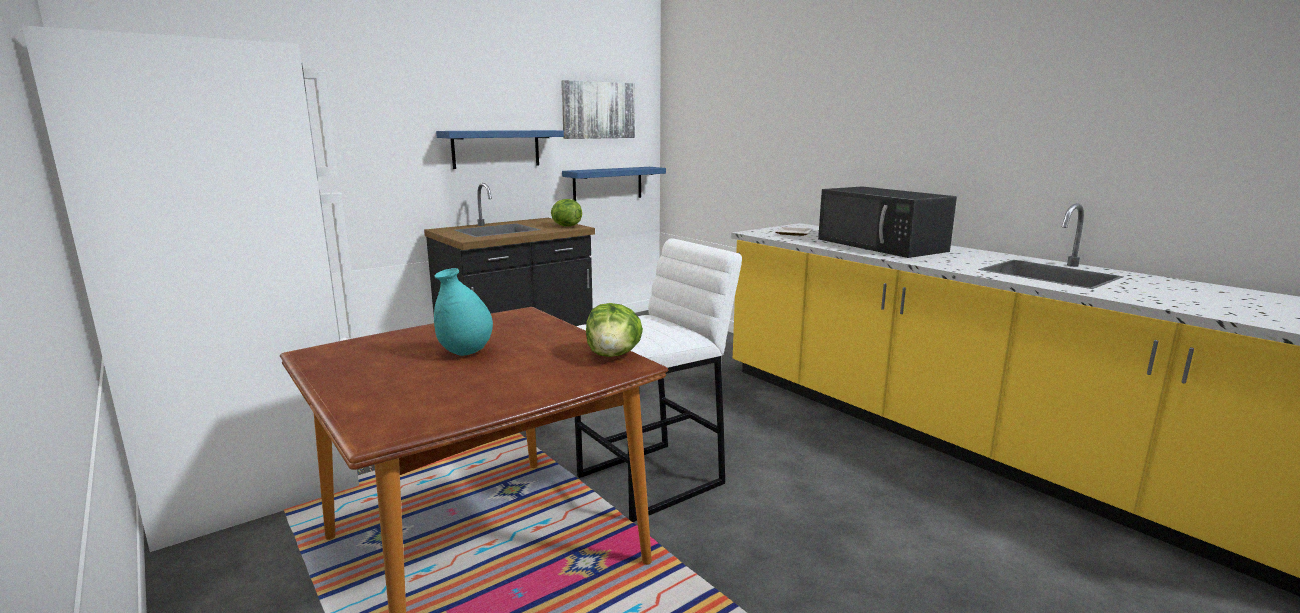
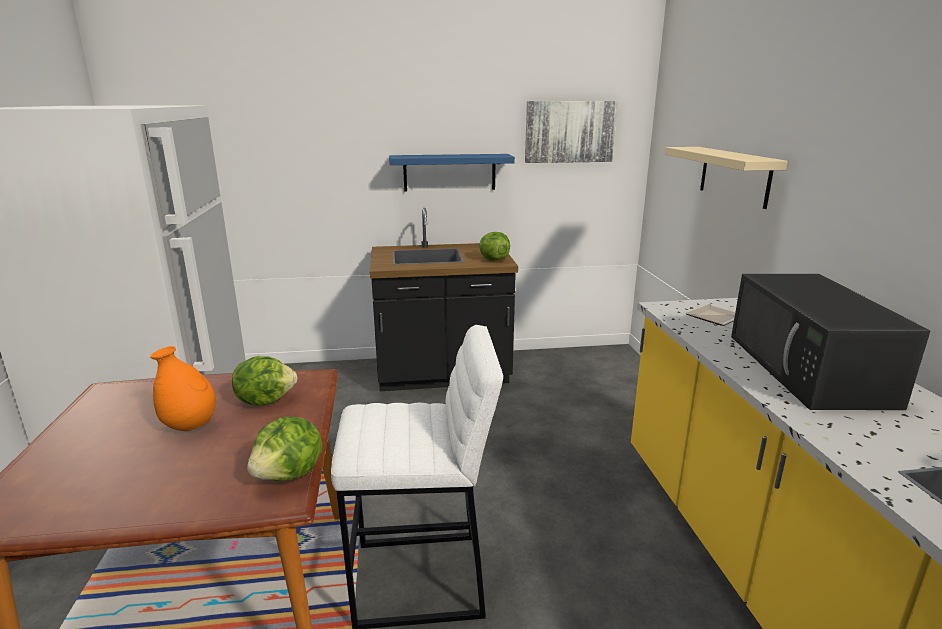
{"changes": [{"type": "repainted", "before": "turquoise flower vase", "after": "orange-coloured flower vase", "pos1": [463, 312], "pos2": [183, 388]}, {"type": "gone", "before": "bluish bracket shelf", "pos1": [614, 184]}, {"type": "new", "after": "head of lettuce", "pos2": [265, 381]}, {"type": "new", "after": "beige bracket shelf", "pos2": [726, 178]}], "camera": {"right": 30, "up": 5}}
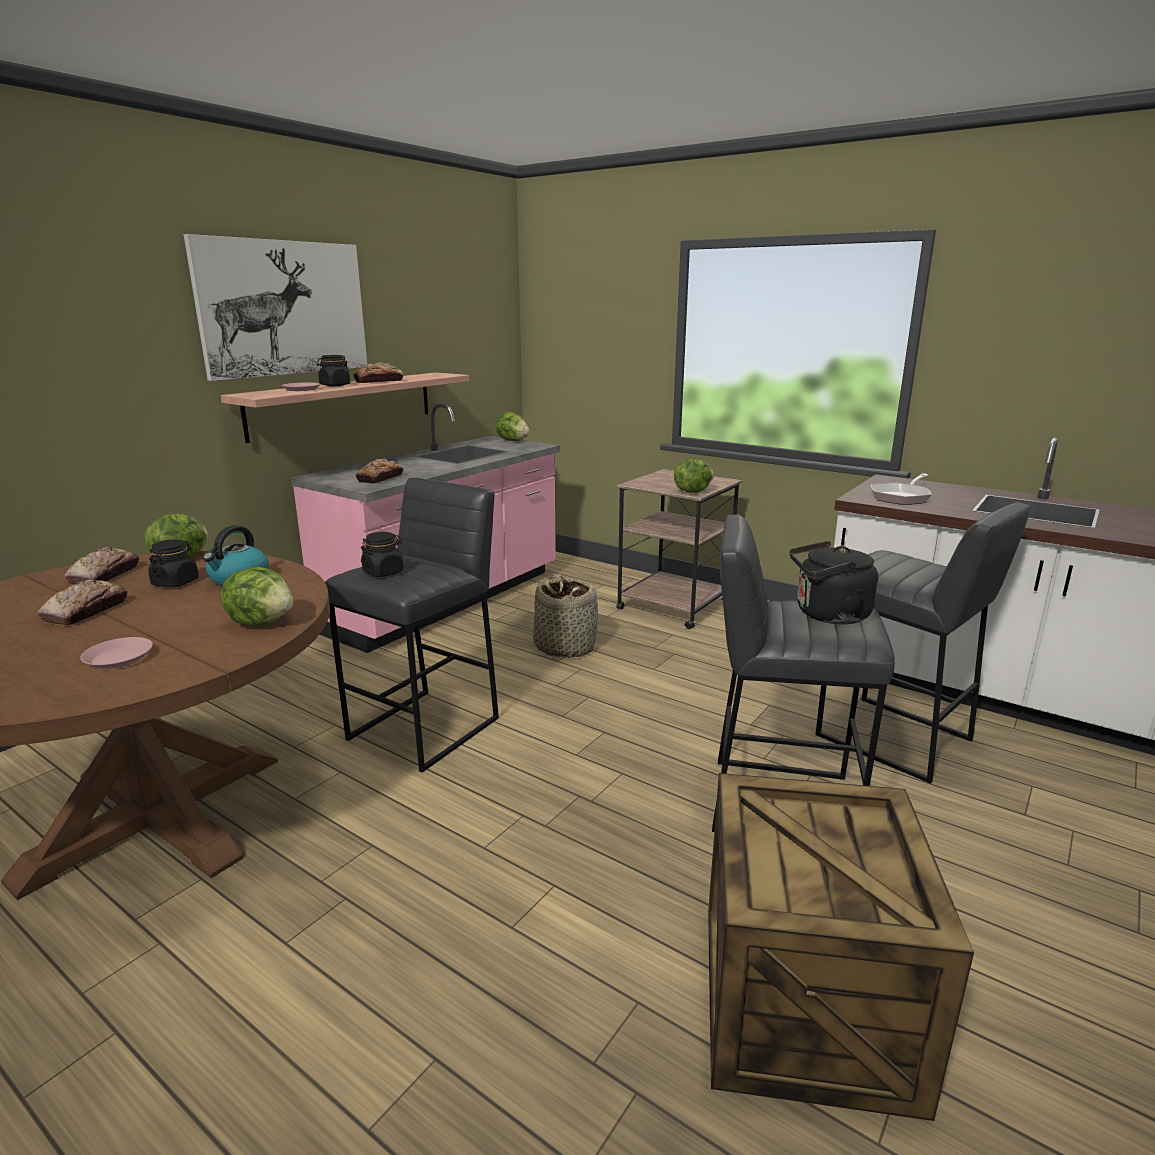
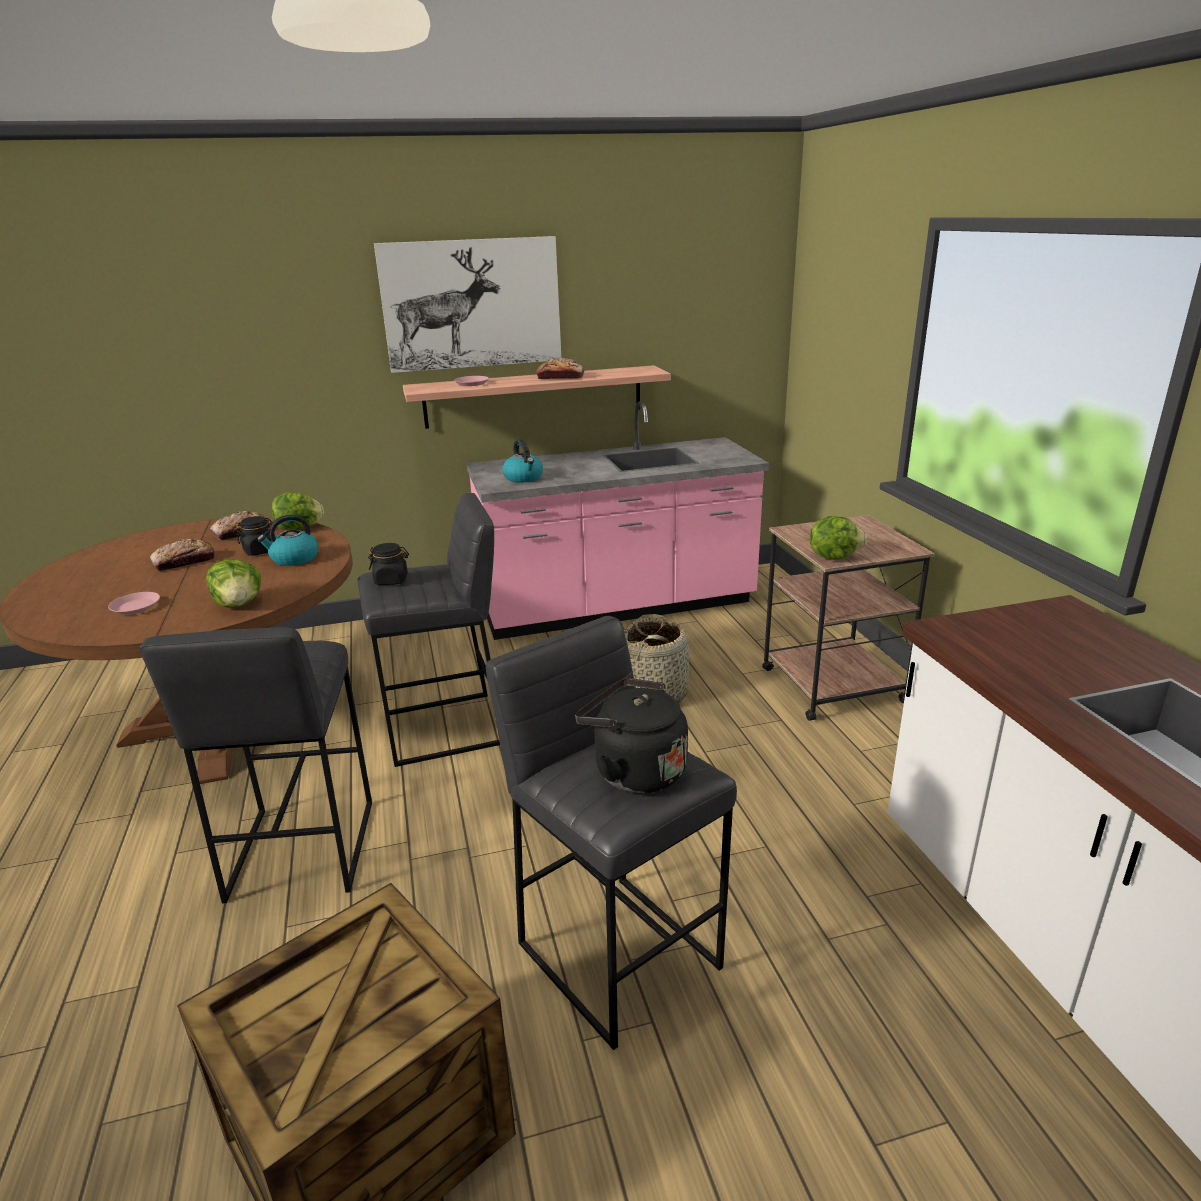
{"changes": [{"type": "gone", "before": "black storage jar", "pos1": [334, 370]}, {"type": "swapped", "before": "bread", "after": "water kettle", "pos1": [379, 471], "pos2": [522, 461]}, {"type": "gone", "before": "head of lettuce", "pos1": [513, 426]}, {"type": "shifted", "before": "grey sitting stool", "pos1": [923, 643], "pos2": [256, 765]}, {"type": "gone", "before": "pan", "pos1": [901, 489]}], "camera": {"right": 40, "up": 5}}
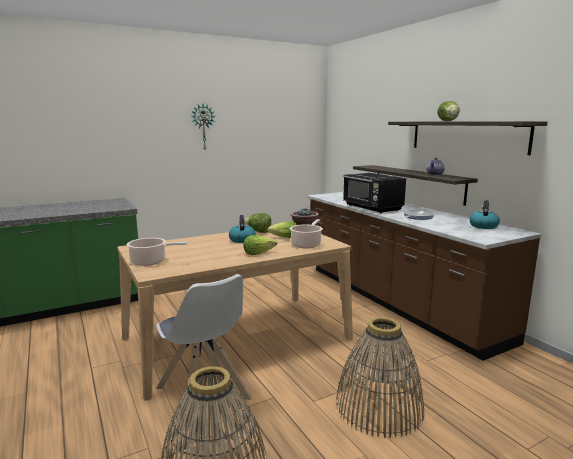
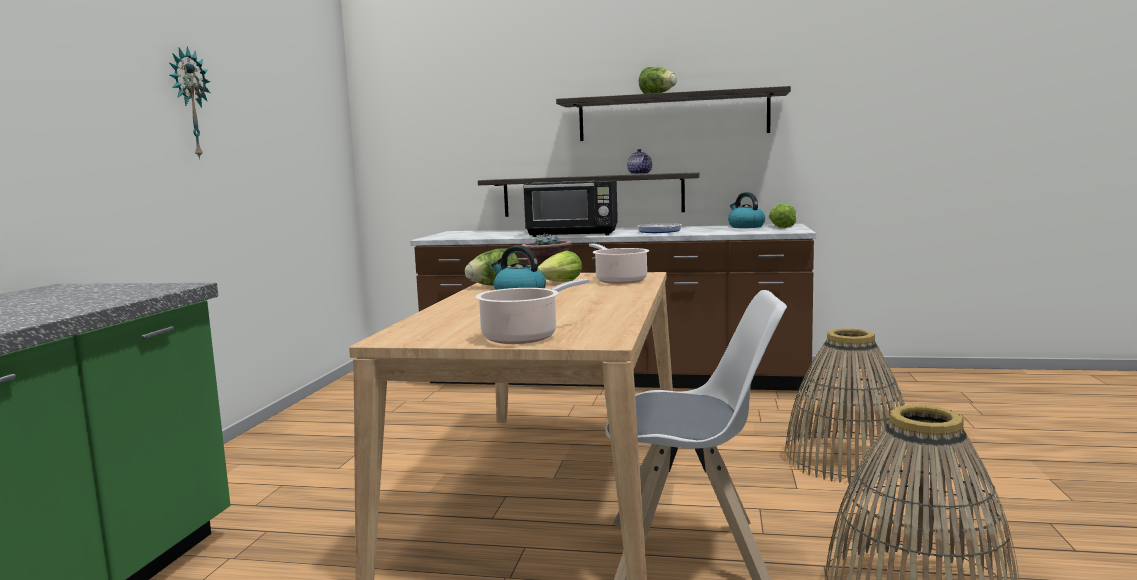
{"changes": [{"type": "shifted", "before": "head of lettuce", "pos1": [260, 245], "pos2": [782, 215]}], "camera": {"right": -50, "up": -5}}
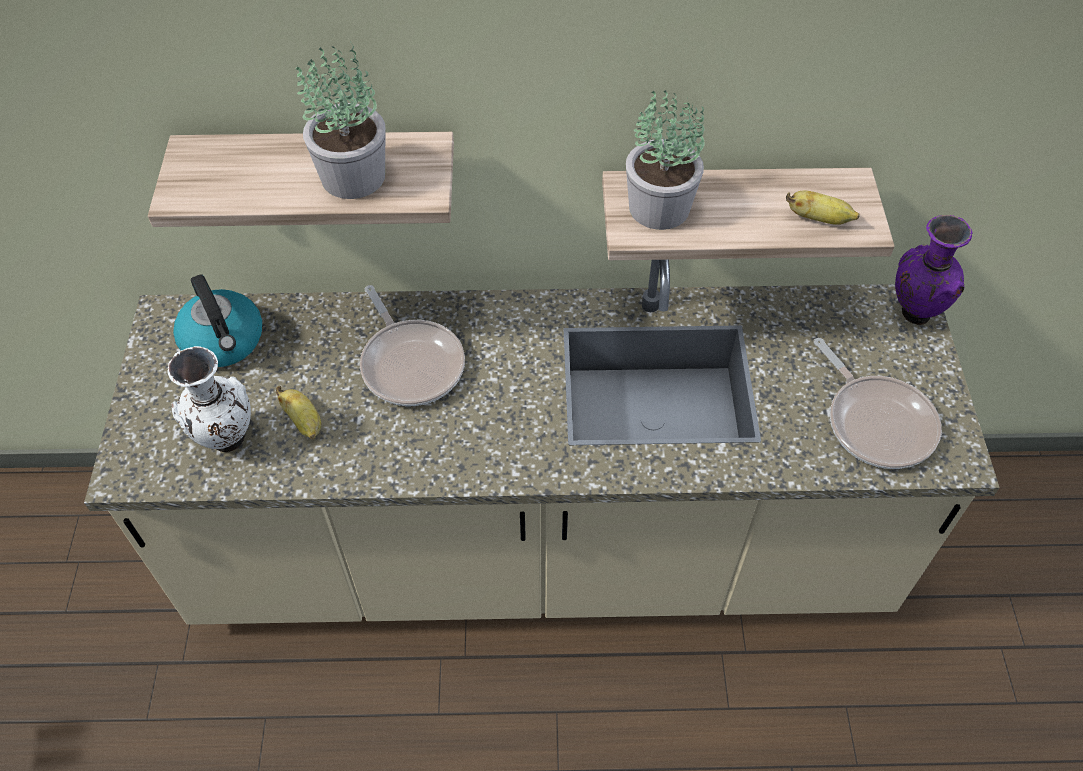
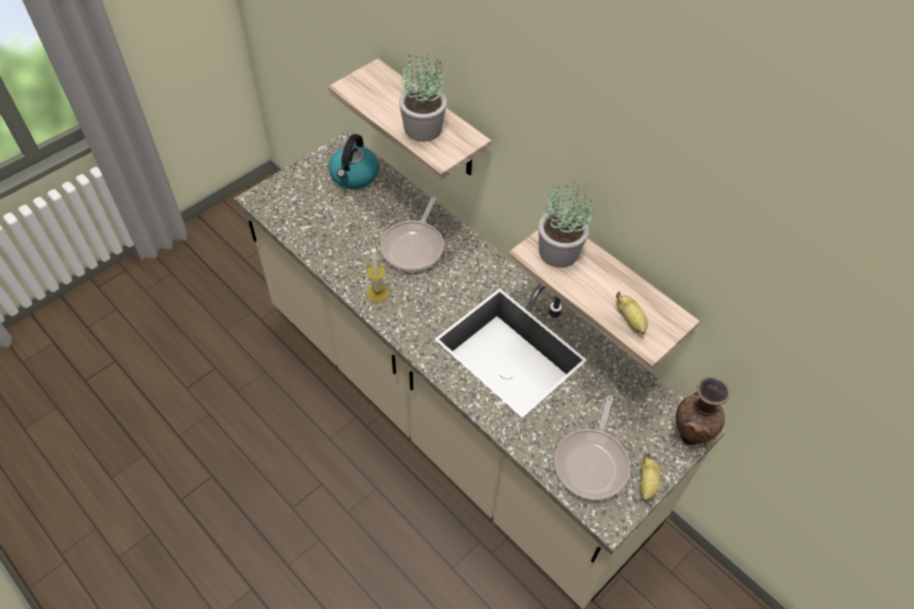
{"changes": [{"type": "gone", "before": "white flower vase", "pos1": [209, 399]}, {"type": "shifted", "before": "banana", "pos1": [298, 412], "pos2": [650, 477]}, {"type": "repainted", "before": "purplish flower vase", "after": "brown flower vase", "pos1": [934, 270], "pos2": [703, 411]}, {"type": "new", "after": "candle", "pos2": [377, 274]}], "camera": {"right": 45, "up": 0}}
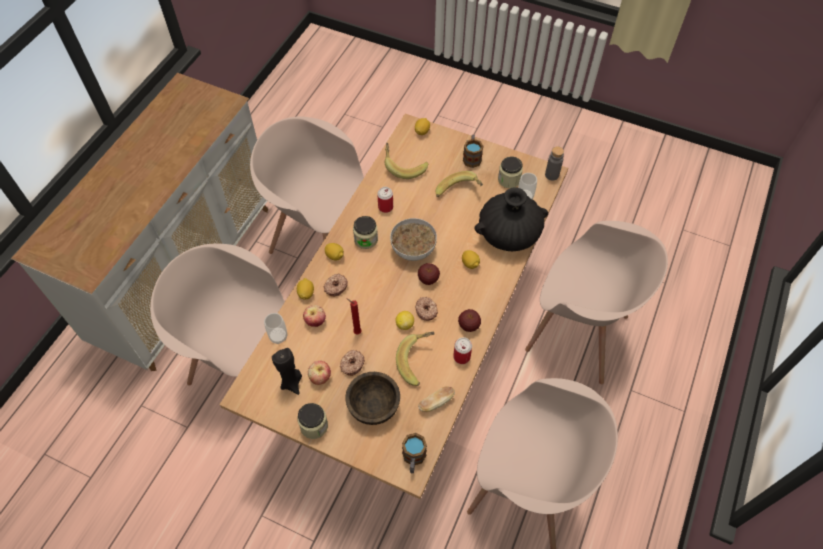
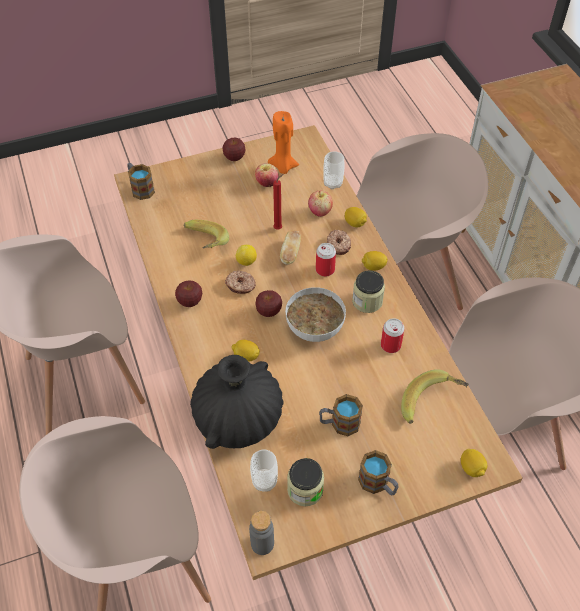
{"changes": [{"type": "repainted", "before": "black candle", "after": "orange-coloured candle", "pos1": [287, 371], "pos2": [283, 142]}, {"type": "swapped", "before": "storage jar", "after": "apple fruit", "pos1": [312, 421], "pos2": [234, 149]}, {"type": "gone", "before": "ring doughnut", "pos1": [352, 362]}, {"type": "gone", "before": "brown serving bowl", "pos1": [372, 398]}, {"type": "shifted", "before": "bread", "pos1": [436, 399], "pos2": [290, 247]}, {"type": "swapped", "before": "banana", "after": "coffee mug", "pos1": [459, 184], "pos2": [341, 415]}, {"type": "shifted", "before": "sealed can", "pos1": [462, 350], "pos2": [326, 260]}], "camera": {"right": 135, "up": -5}}
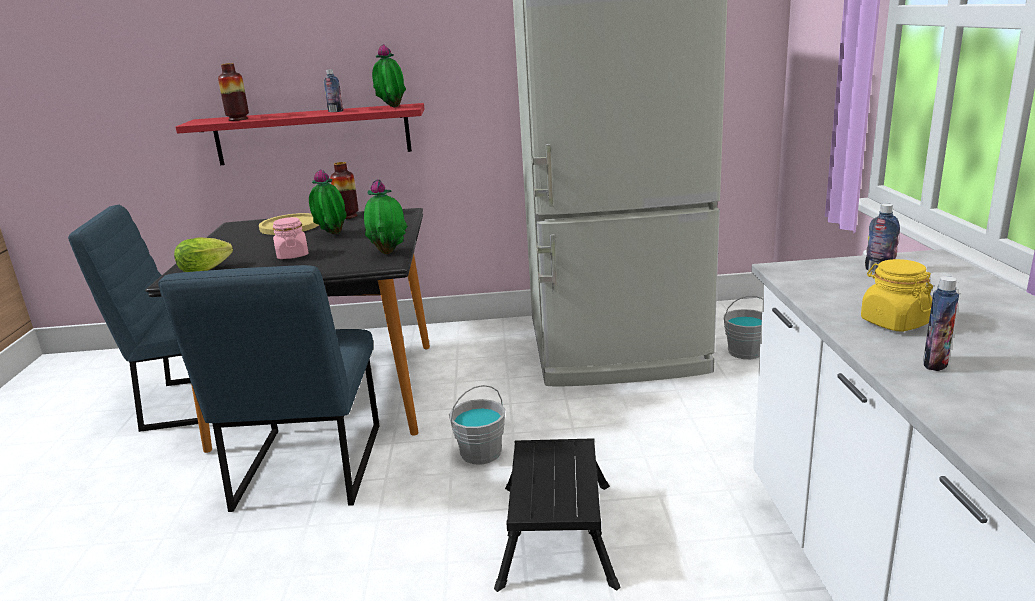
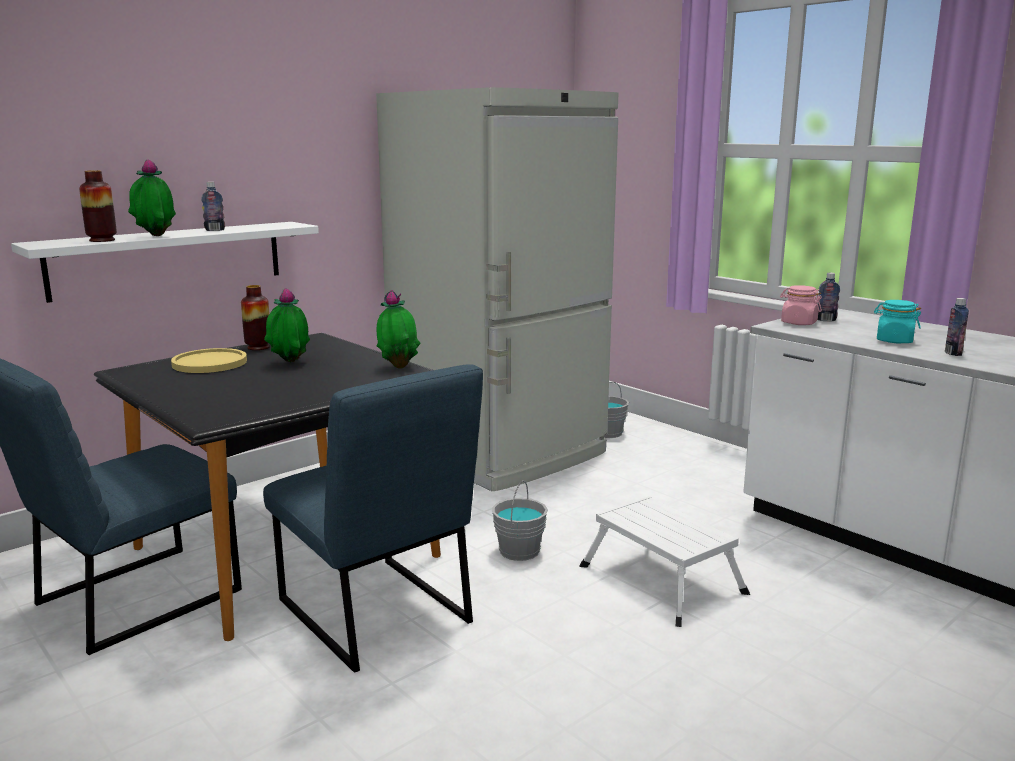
{"changes": [{"type": "gone", "before": "head of lettuce", "pos1": [203, 254]}, {"type": "repainted", "before": "red bracket shelf", "after": "white bracket shelf", "pos1": [300, 134], "pos2": [165, 262]}, {"type": "shifted", "before": "pink storage jar", "pos1": [291, 238], "pos2": [801, 305]}, {"type": "shifted", "before": "plant in a pot", "pos1": [389, 75], "pos2": [152, 198]}, {"type": "repainted", "before": "black stepladder", "after": "white stepladder", "pos1": [557, 515], "pos2": [665, 561]}, {"type": "repainted", "before": "yellow-coloured storage jar", "after": "turquoise storage jar", "pos1": [897, 295], "pos2": [897, 321]}], "camera": {"right": -40, "up": -5}}
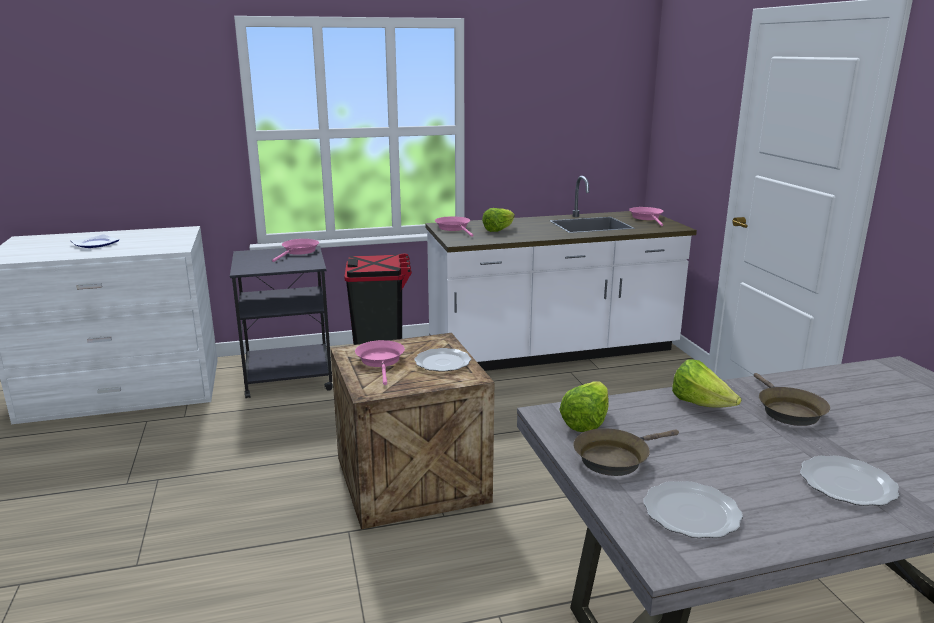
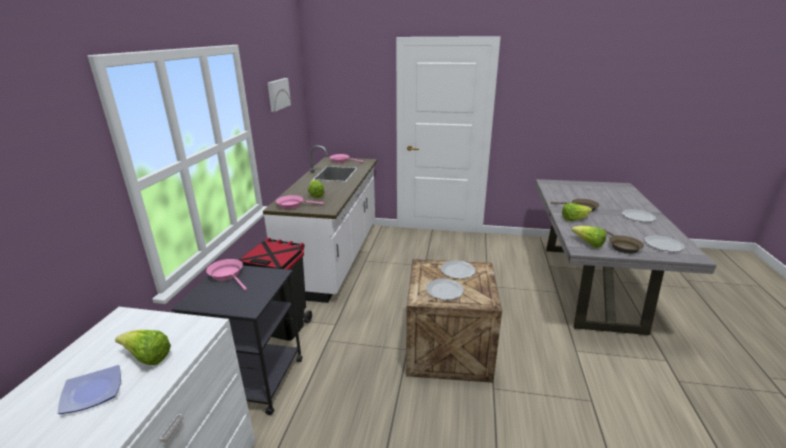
{"changes": [{"type": "swapped", "before": "pink pan", "after": "dinner plate", "pos1": [380, 362], "pos2": [445, 289]}, {"type": "new", "after": "head of lettuce", "pos2": [143, 347]}, {"type": "new", "after": "picture", "pos2": [279, 95]}], "camera": {"right": -65, "up": 5}}
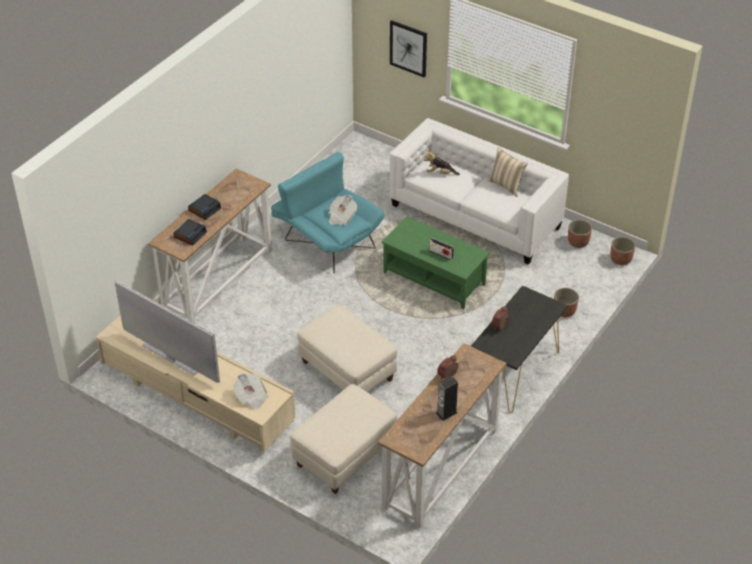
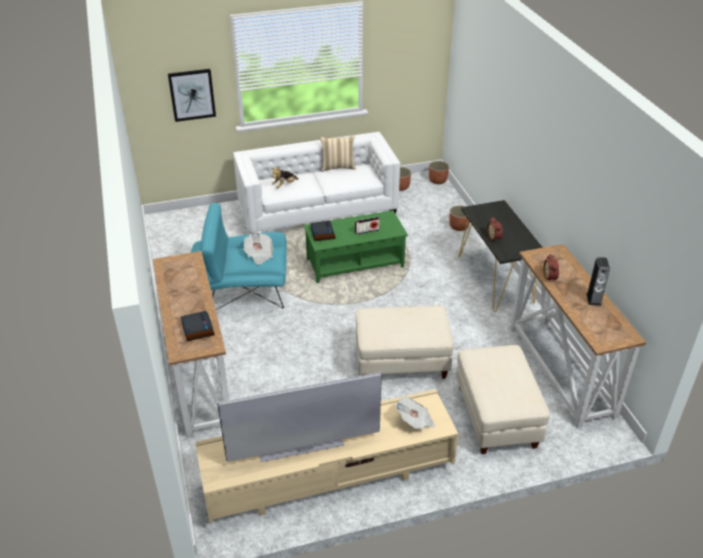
{"changes": [{"type": "shifted", "before": "table clock", "pos1": [204, 207], "pos2": [323, 231]}], "camera": {"right": -50, "up": -5}}
